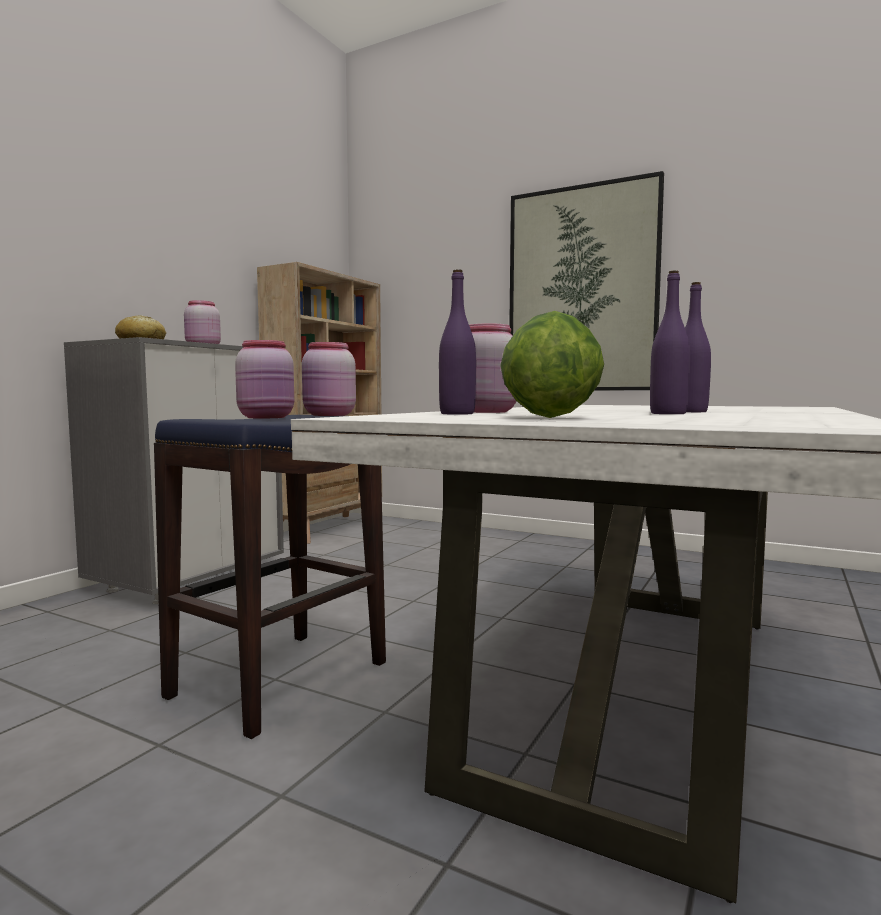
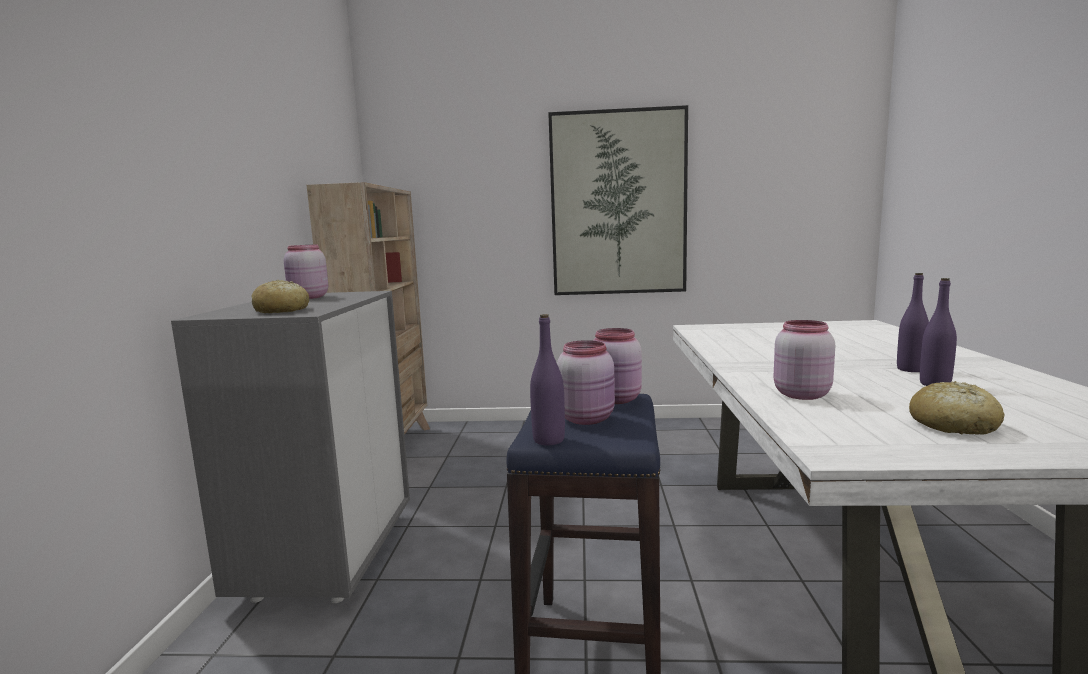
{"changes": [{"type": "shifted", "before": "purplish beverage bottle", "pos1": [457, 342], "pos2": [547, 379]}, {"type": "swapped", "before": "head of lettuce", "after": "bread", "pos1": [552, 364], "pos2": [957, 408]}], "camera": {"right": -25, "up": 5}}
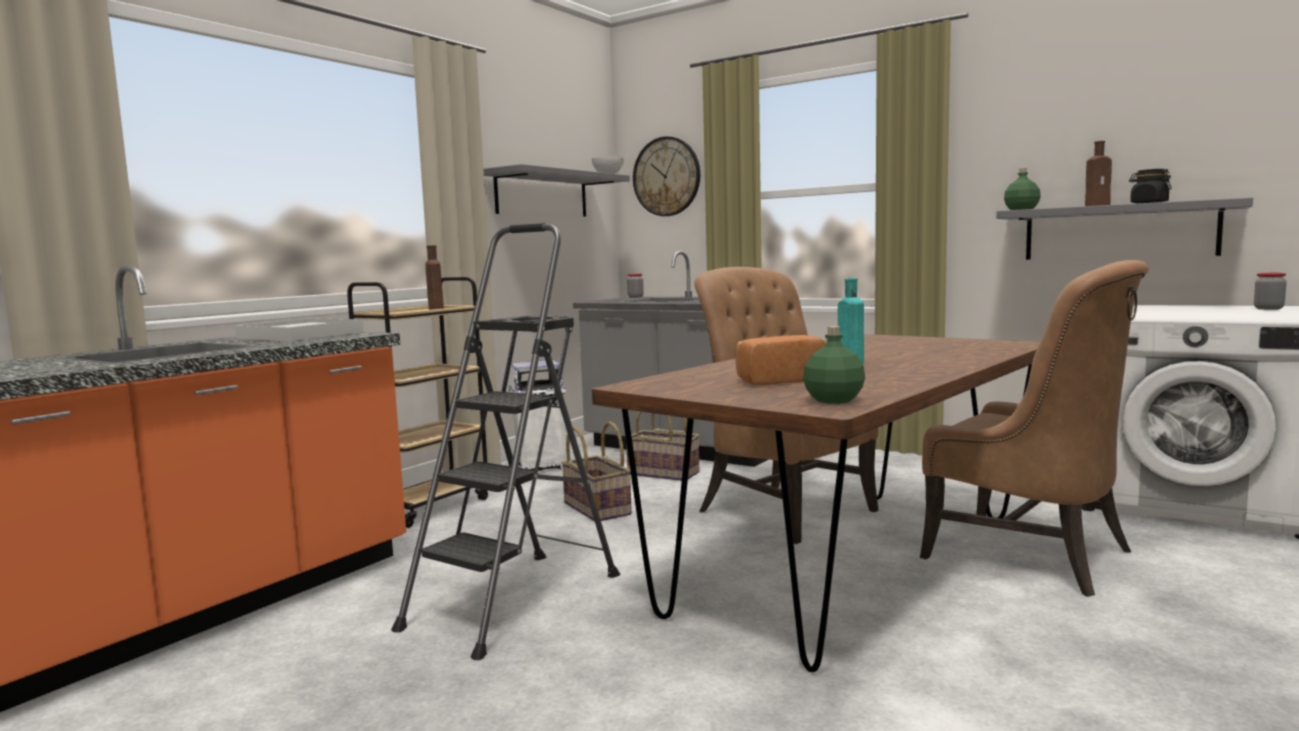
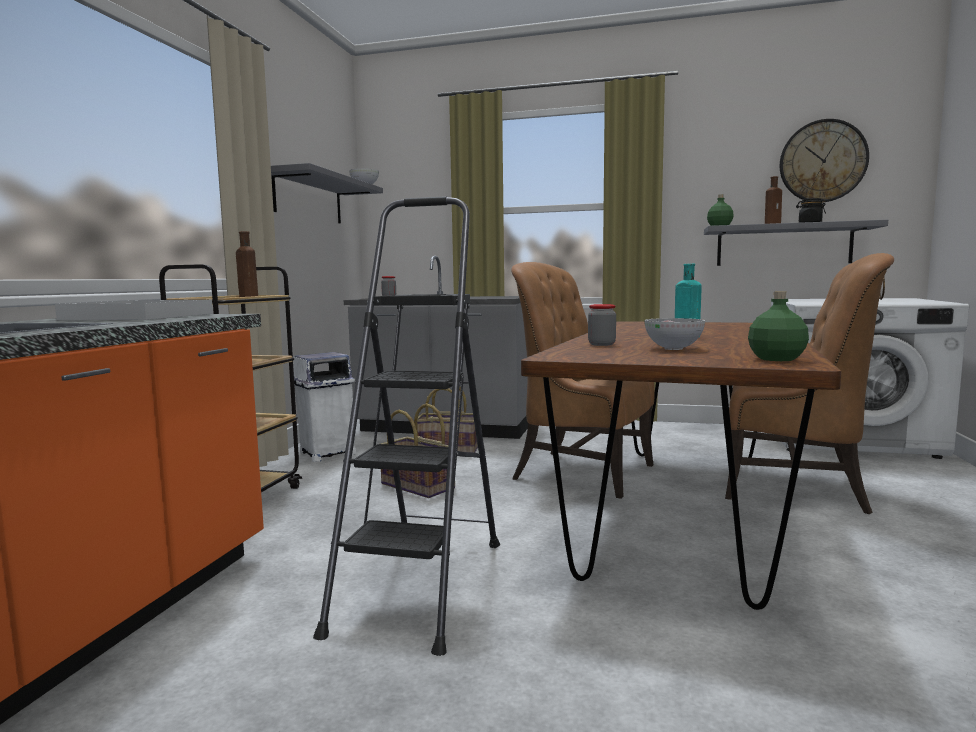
{"changes": [{"type": "shifted", "before": "wall clock", "pos1": [666, 176], "pos2": [824, 160]}, {"type": "swapped", "before": "bread", "after": "serving bowl", "pos1": [780, 360], "pos2": [675, 334]}, {"type": "shifted", "before": "storage jar", "pos1": [1270, 291], "pos2": [602, 325]}], "camera": {"right": -20, "up": 0}}
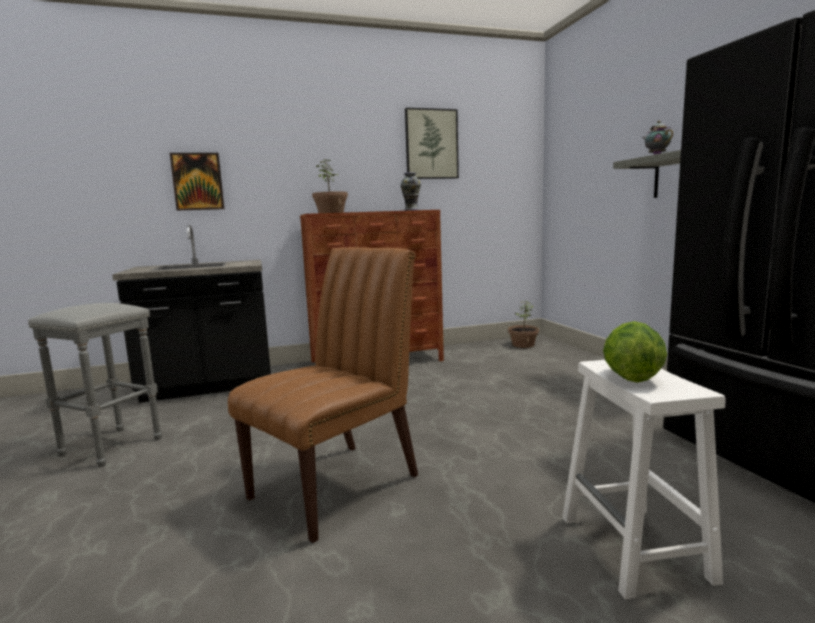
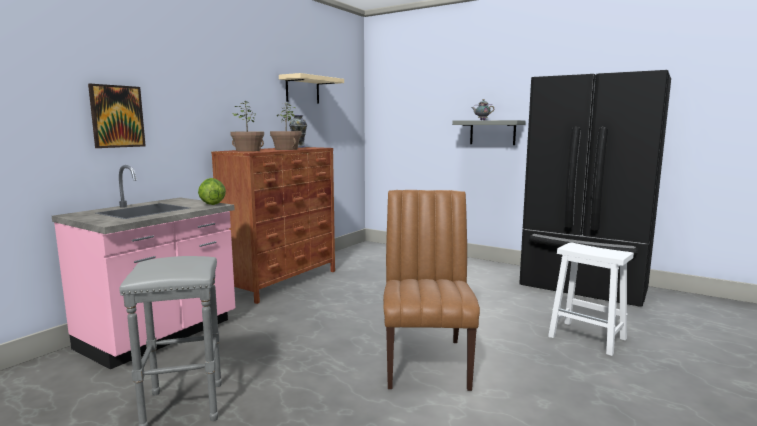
{"changes": [{"type": "repainted", "before": "black kitchen counter", "after": "pink kitchen counter", "pos1": [191, 314], "pos2": [143, 267]}, {"type": "swapped", "before": "picture", "after": "beige bracket shelf", "pos1": [432, 143], "pos2": [311, 88]}, {"type": "shifted", "before": "plant in a pot", "pos1": [523, 324], "pos2": [286, 126]}, {"type": "shifted", "before": "head of lettuce", "pos1": [635, 352], "pos2": [212, 191]}], "camera": {"right": -40, "up": 0}}
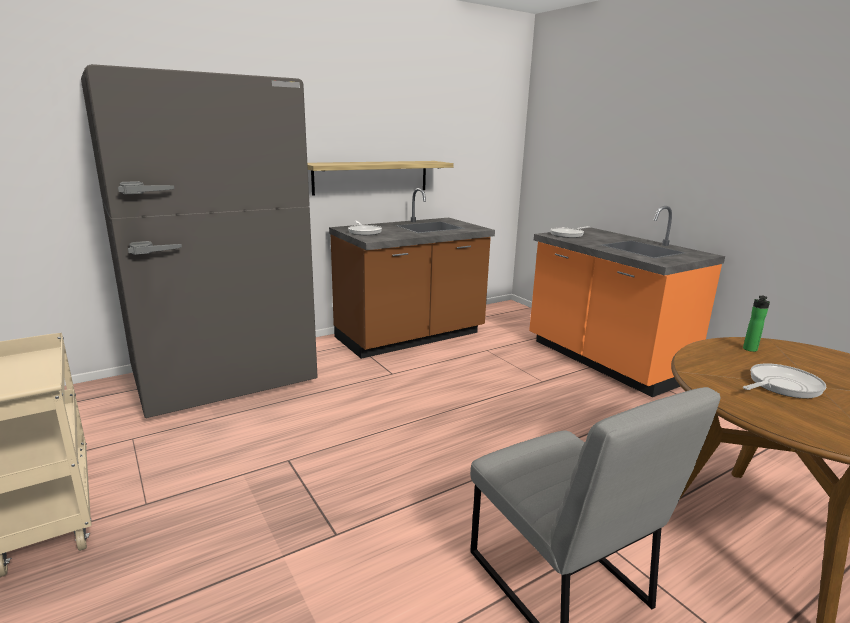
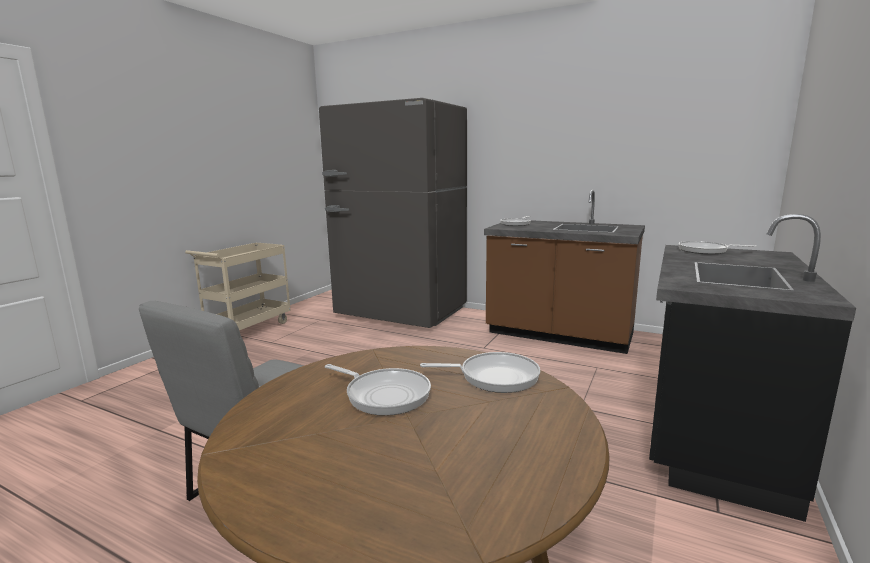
{"changes": [{"type": "gone", "before": "bracket shelf", "pos1": [380, 178]}, {"type": "repainted", "before": "orange-coloured kitchen counter", "after": "black kitchen counter", "pos1": [627, 301], "pos2": [752, 368]}, {"type": "swapped", "before": "beverage bottle", "after": "pan", "pos1": [756, 324], "pos2": [480, 372]}], "camera": {"right": 60, "up": -5}}
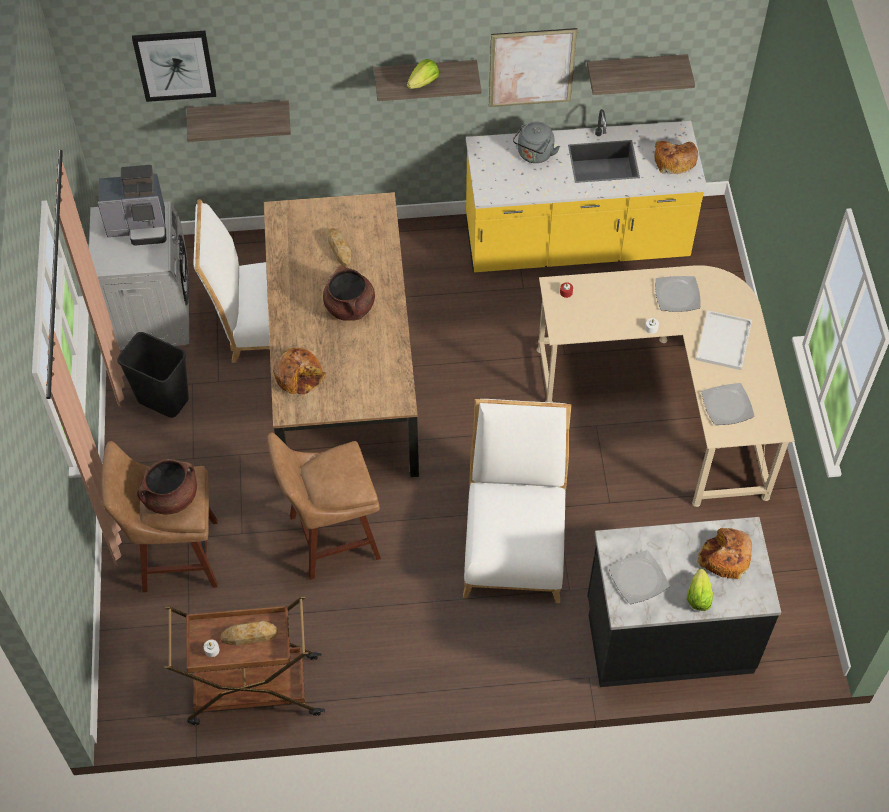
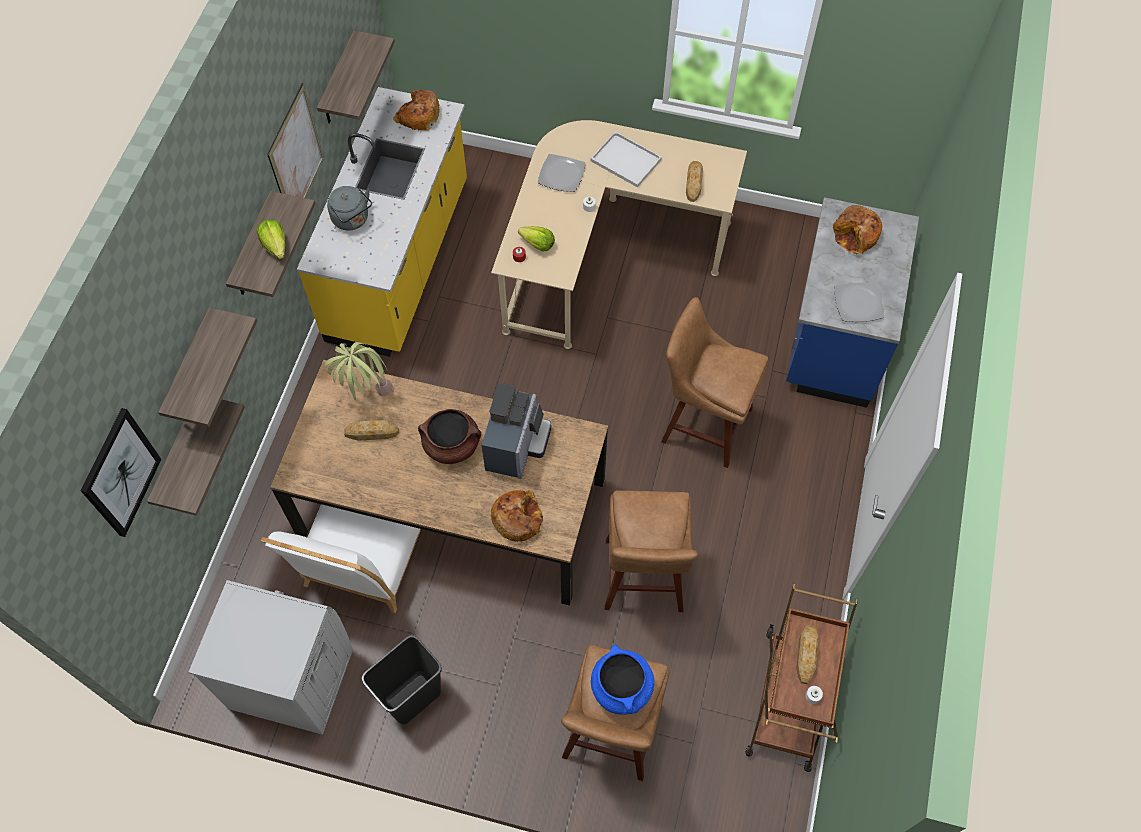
{"changes": [{"type": "shifted", "before": "coffee brewer", "pos1": [132, 205], "pos2": [516, 431]}, {"type": "repainted", "before": "brown saucepot", "after": "bluish saucepot", "pos1": [167, 486], "pos2": [622, 680]}, {"type": "swapped", "before": "white chair", "after": "brown sitting stool", "pos1": [517, 501], "pos2": [714, 382]}, {"type": "repainted", "before": "black kitchen counter", "after": "bluish kitchen counter", "pos1": [684, 602], "pos2": [852, 302]}, {"type": "shifted", "before": "head of lettuce", "pos1": [700, 590], "pos2": [536, 239]}, {"type": "swapped", "before": "dinner plate", "after": "bread", "pos1": [728, 404], "pos2": [694, 181]}, {"type": "new", "after": "bracket shelf", "pos2": [207, 367]}, {"type": "new", "after": "plant in a pot", "pos2": [358, 371]}], "camera": {"right": -70, "up": 5}}
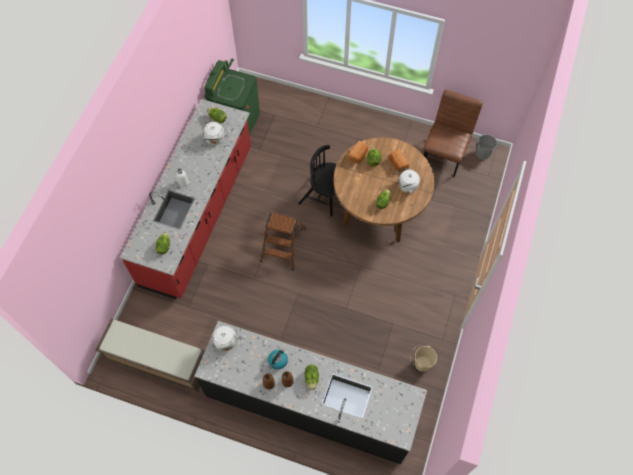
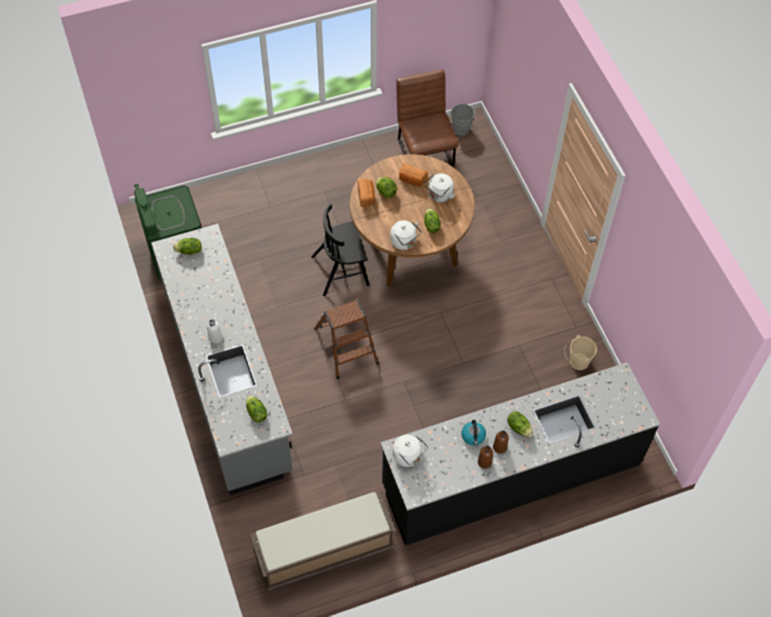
{"changes": [{"type": "repainted", "before": "red kitchen counter", "after": "grey kitchen counter", "pos1": [185, 199], "pos2": [222, 359]}, {"type": "shifted", "before": "white water kettle", "pos1": [215, 133], "pos2": [406, 235]}], "camera": {"right": -40, "up": -5}}
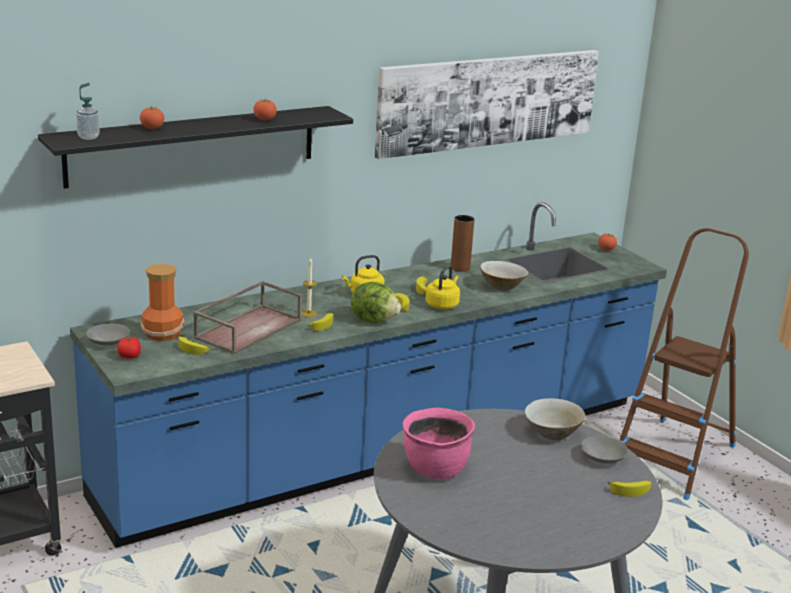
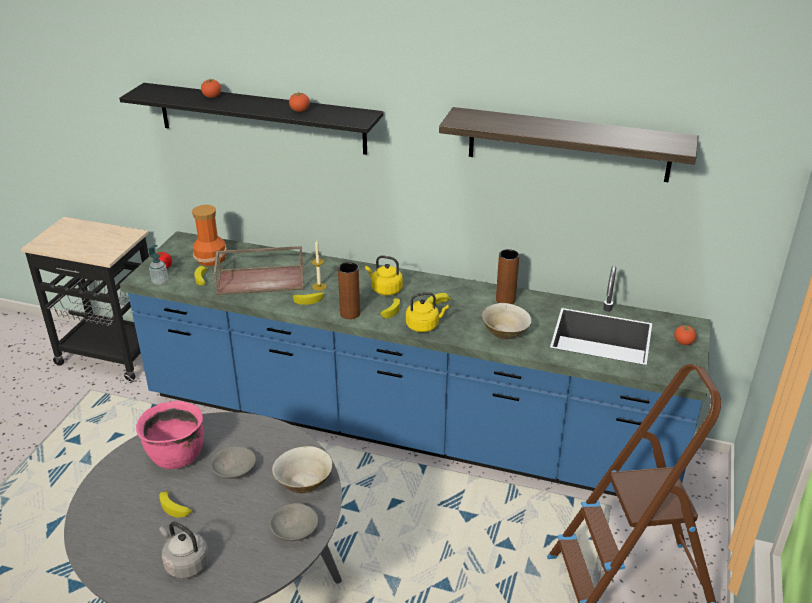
{"changes": [{"type": "shifted", "before": "soap bottle", "pos1": [88, 111], "pos2": [158, 265]}, {"type": "shifted", "before": "grey serving bowl", "pos1": [108, 334], "pos2": [233, 462]}, {"type": "swapped", "before": "head of lettuce", "after": "brown flower vase", "pos1": [376, 302], "pos2": [349, 290]}, {"type": "swapped", "before": "picture", "after": "bracket shelf", "pos1": [487, 104], "pos2": [568, 144]}, {"type": "shifted", "before": "banana", "pos1": [629, 489], "pos2": [175, 504]}, {"type": "new", "after": "grey water kettle", "pos2": [184, 550]}], "camera": {"right": 50, "up": 10}}
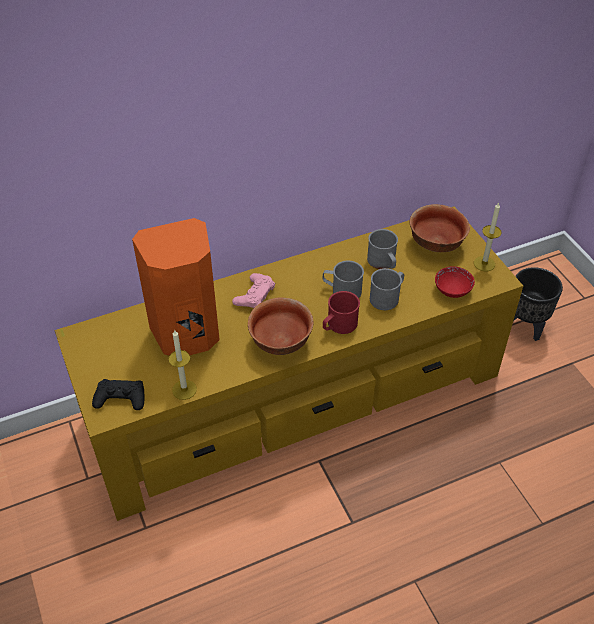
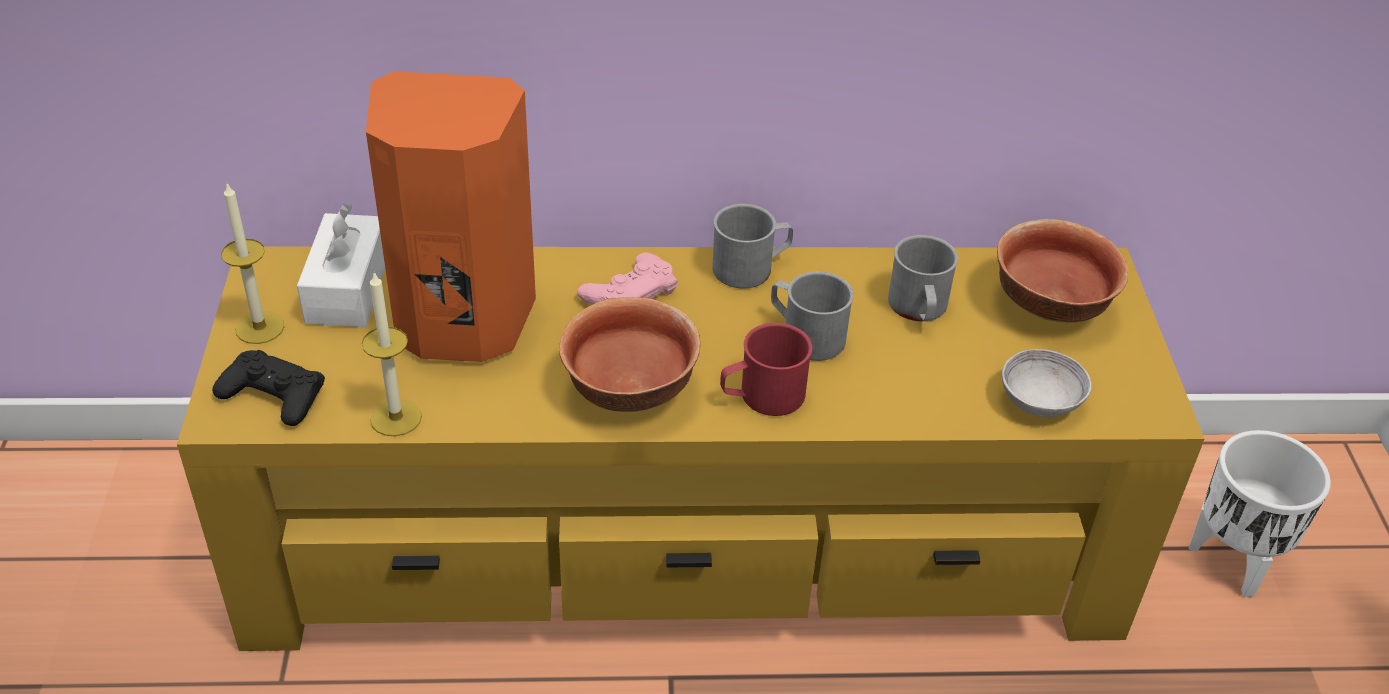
{"changes": [{"type": "shifted", "before": "grey coffee mug", "pos1": [387, 289], "pos2": [752, 246]}, {"type": "repainted", "before": "red serving bowl", "after": "grey serving bowl", "pos1": [455, 282], "pos2": [1047, 383]}, {"type": "shifted", "before": "candle", "pos1": [487, 237], "pos2": [253, 263]}, {"type": "repainted", "before": "black plant pot", "after": "white plant pot", "pos1": [538, 304], "pos2": [1259, 513]}, {"type": "new", "after": "white tissue box", "pos2": [341, 265]}], "camera": {"right": 20, "up": -5}}
